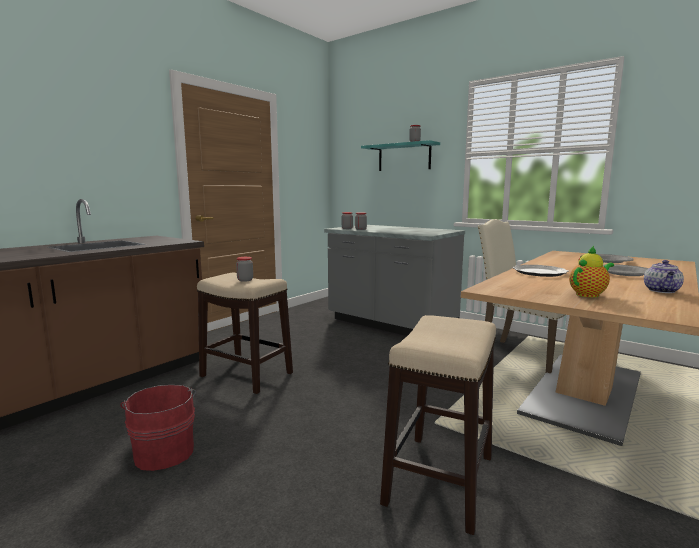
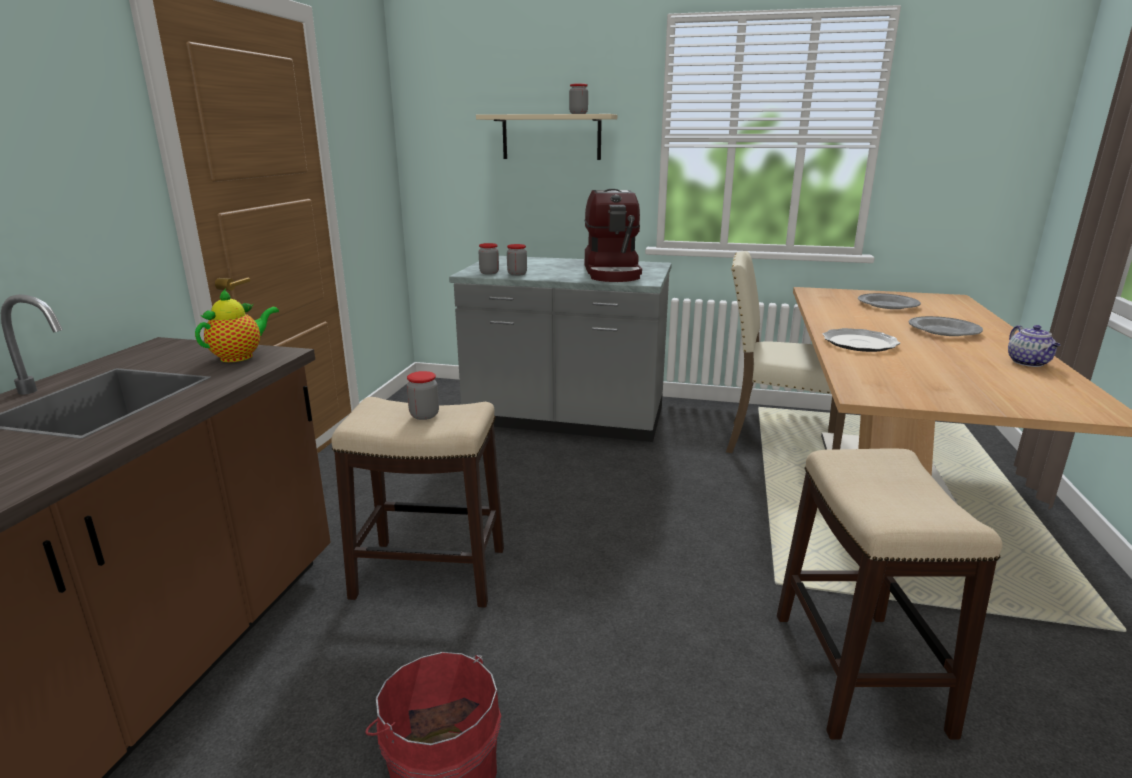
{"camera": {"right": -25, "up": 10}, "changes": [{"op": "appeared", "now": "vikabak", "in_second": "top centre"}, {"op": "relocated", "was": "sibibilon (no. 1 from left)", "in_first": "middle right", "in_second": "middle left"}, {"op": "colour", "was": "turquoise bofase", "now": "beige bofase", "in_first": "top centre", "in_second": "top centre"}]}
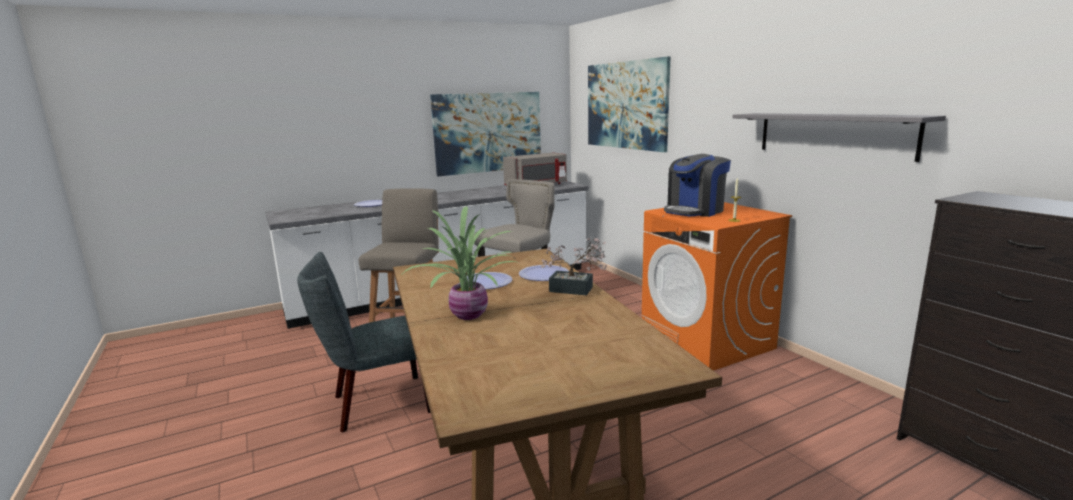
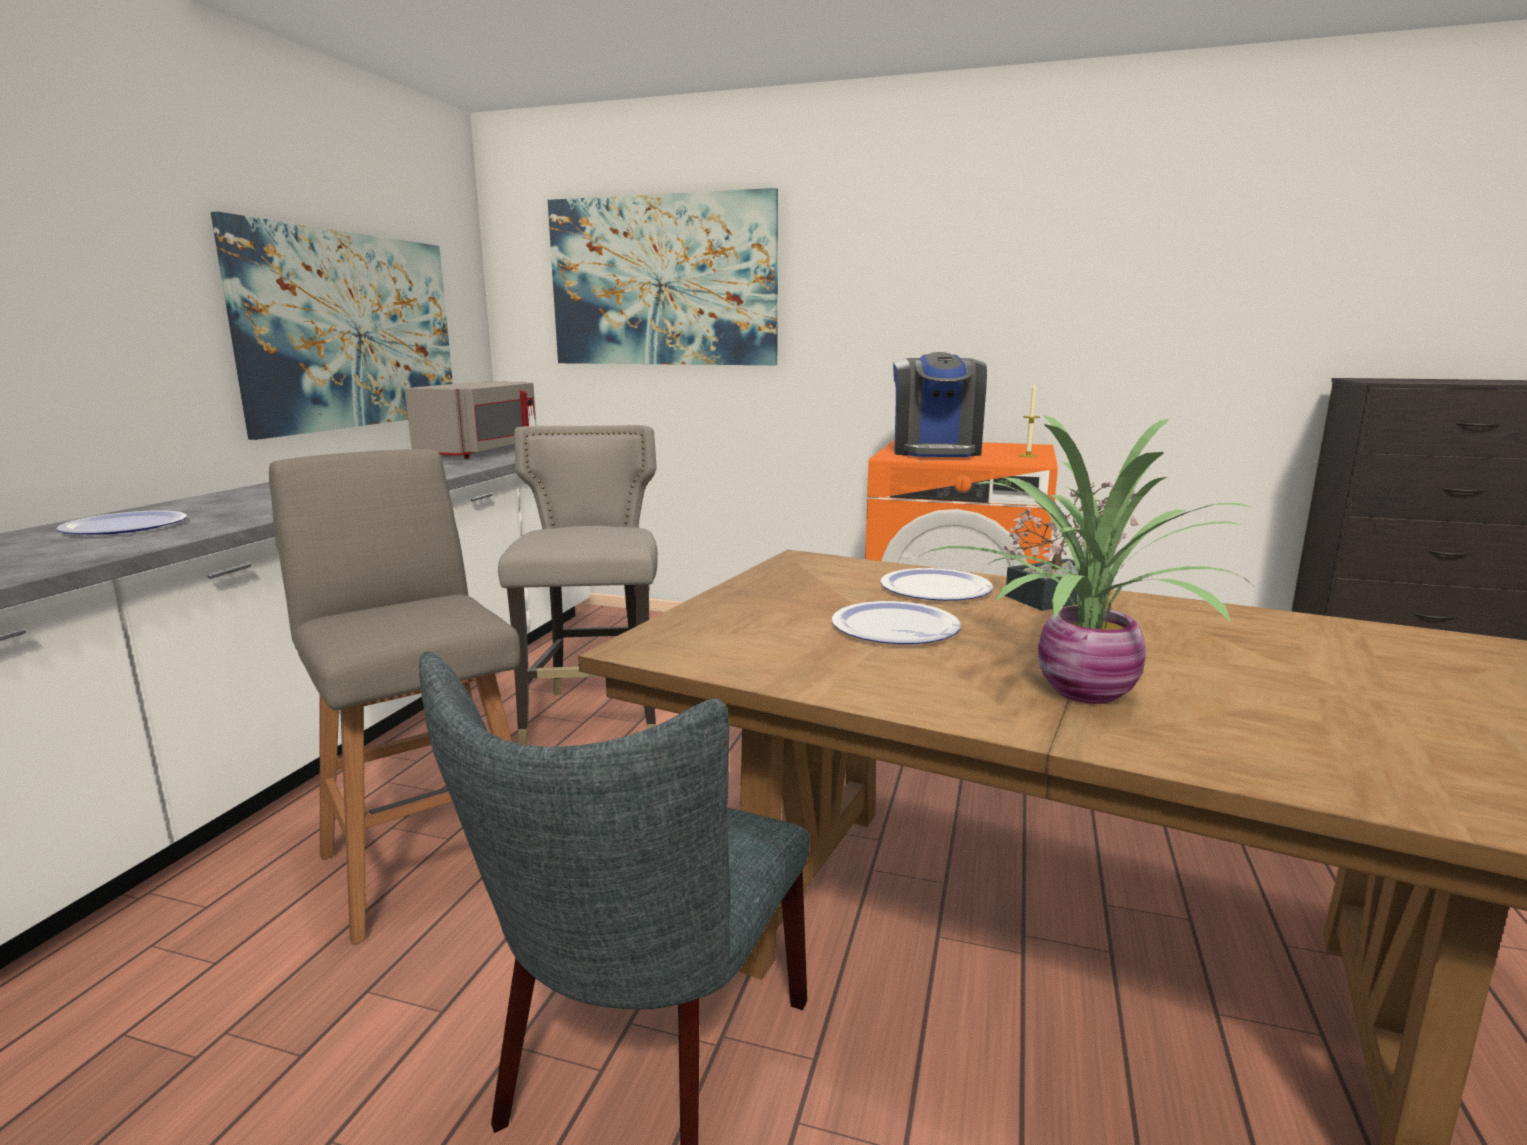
{"camera": {"right": -45, "up": 0}, "changes": [{"op": "missing", "was": "grey bofase", "in_first": "top right"}]}
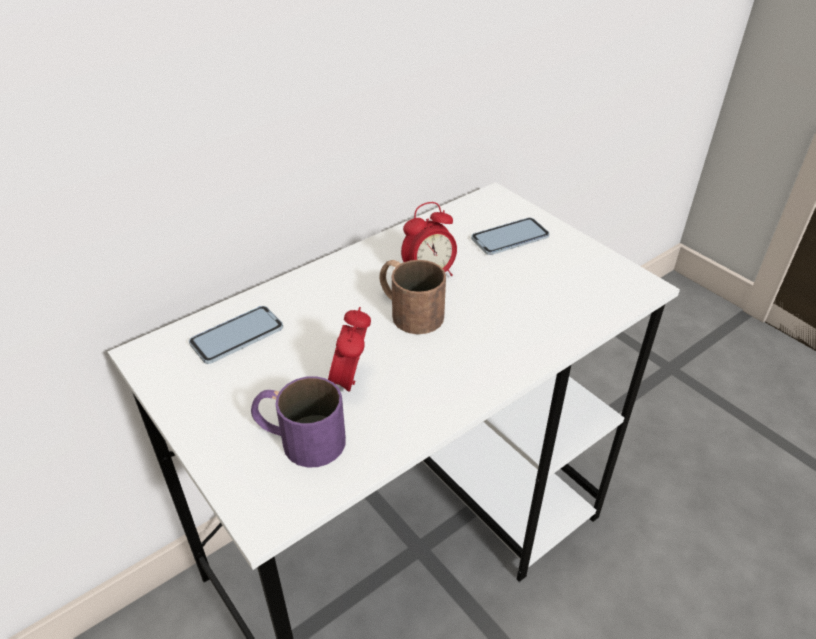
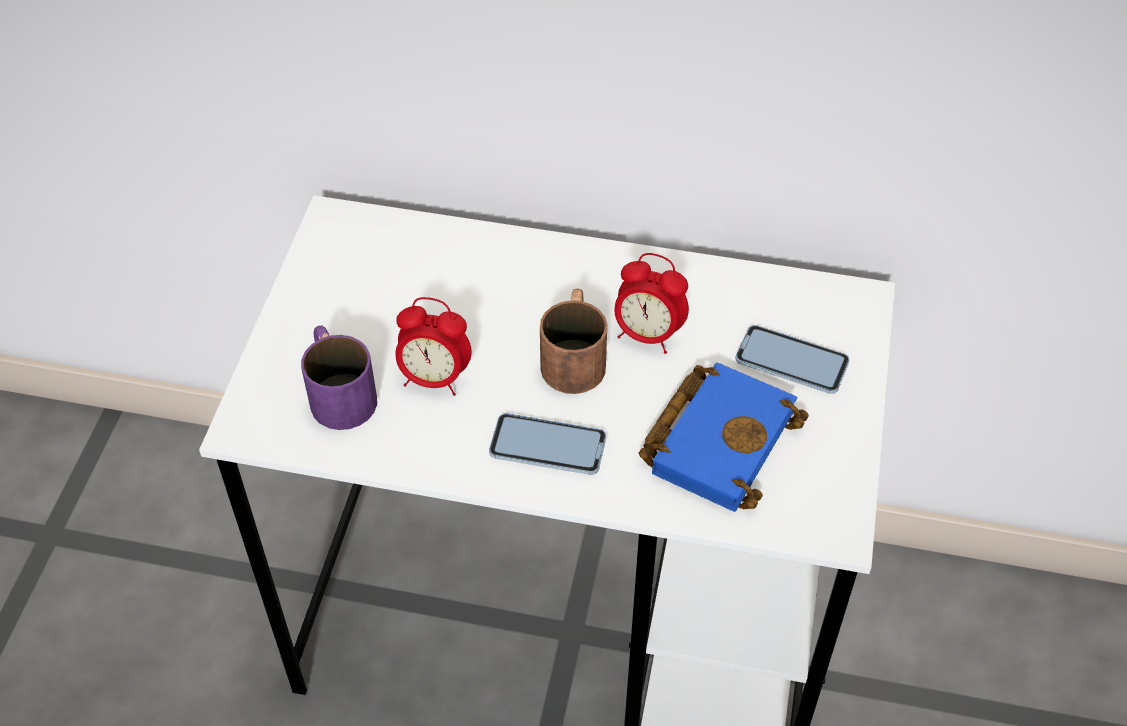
{"camera": {"right": 50, "up": 10}, "changes": [{"op": "appeared", "now": "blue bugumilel", "in_second": "centre"}, {"op": "relocated", "was": "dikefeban (no. 1 from left)", "in_first": "middle left", "in_second": "centre"}, {"op": "spun", "was": "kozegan (no. 1 from left)", "in_first": "centre", "in_second": "centre", "clockwise": -135}]}
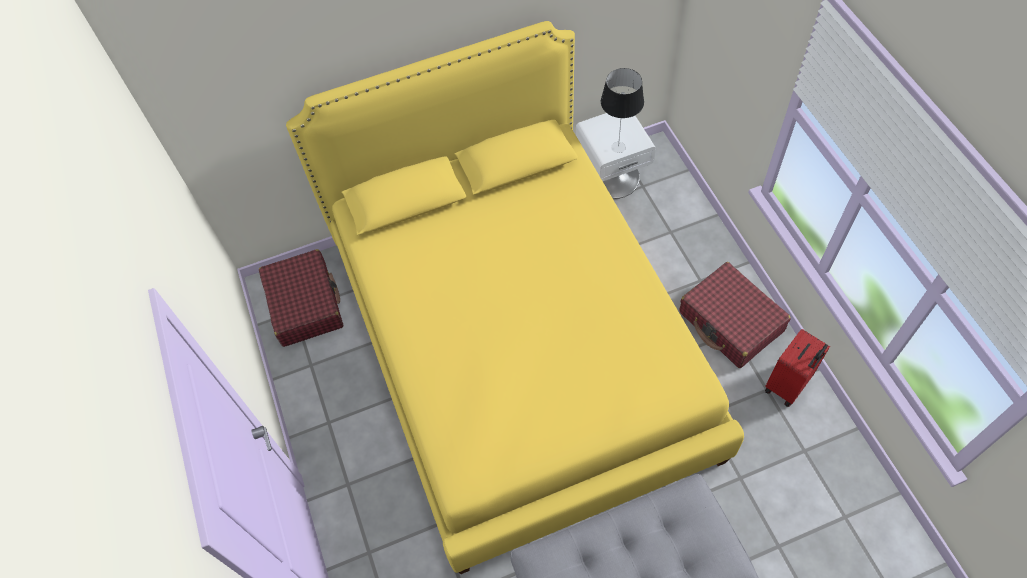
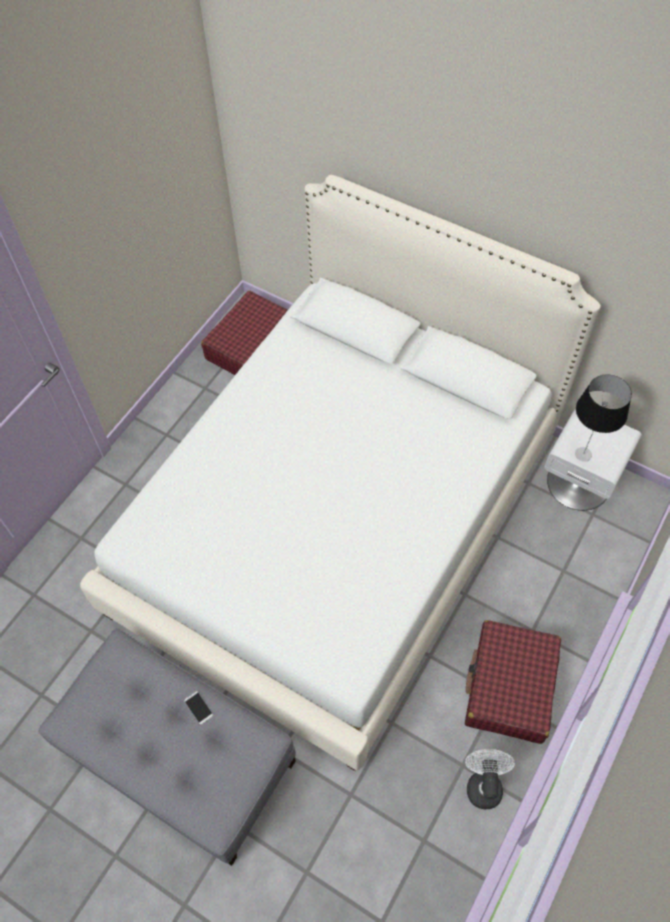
{"camera": {"right": 50, "up": 0}, "changes": [{"op": "appeared", "now": "dikefeban", "in_second": "bottom left"}, {"op": "exchanged", "was": "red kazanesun (no. 3 from left)", "now": "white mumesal", "in_first": "middle right", "in_second": "bottom right"}, {"op": "colour", "was": "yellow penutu", "now": "white penutu", "in_first": "centre", "in_second": "centre"}]}
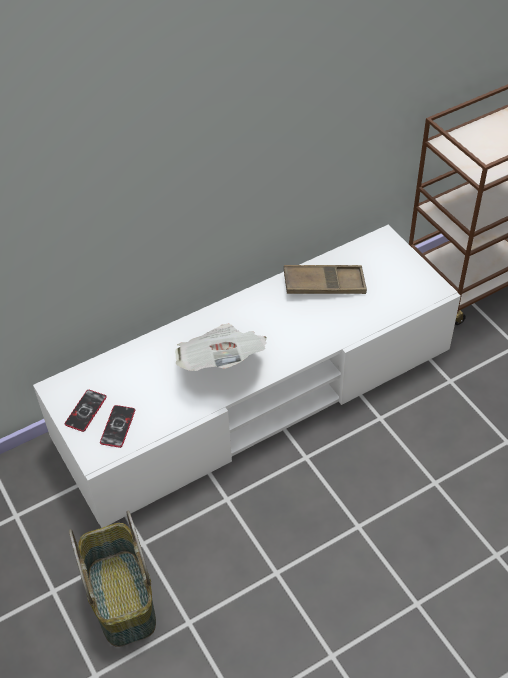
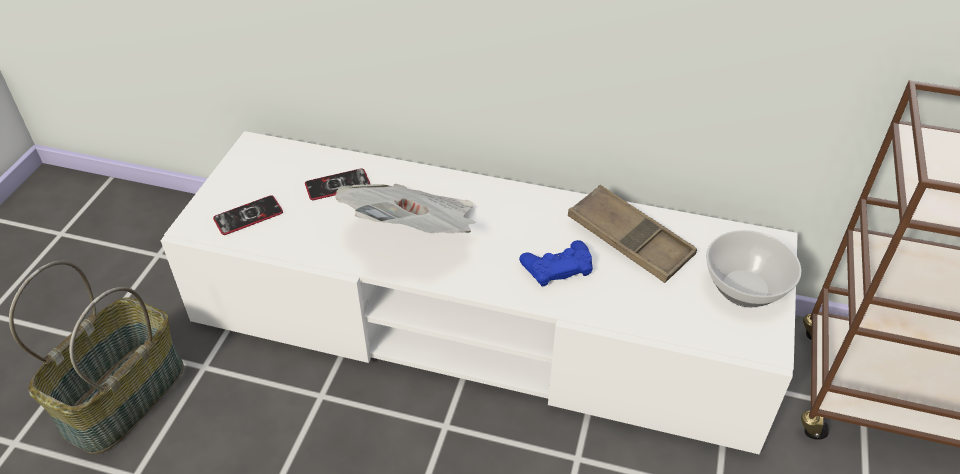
{"camera": {"right": 45, "up": -5}, "changes": [{"op": "appeared", "now": "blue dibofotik", "in_second": "centre"}, {"op": "appeared", "now": "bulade", "in_second": "middle right"}, {"op": "relocated", "was": "dikefeban (no. 1 from left in the first image)", "now": "dikefeban (no. 2 from left)", "in_first": "middle left", "in_second": "centre"}]}
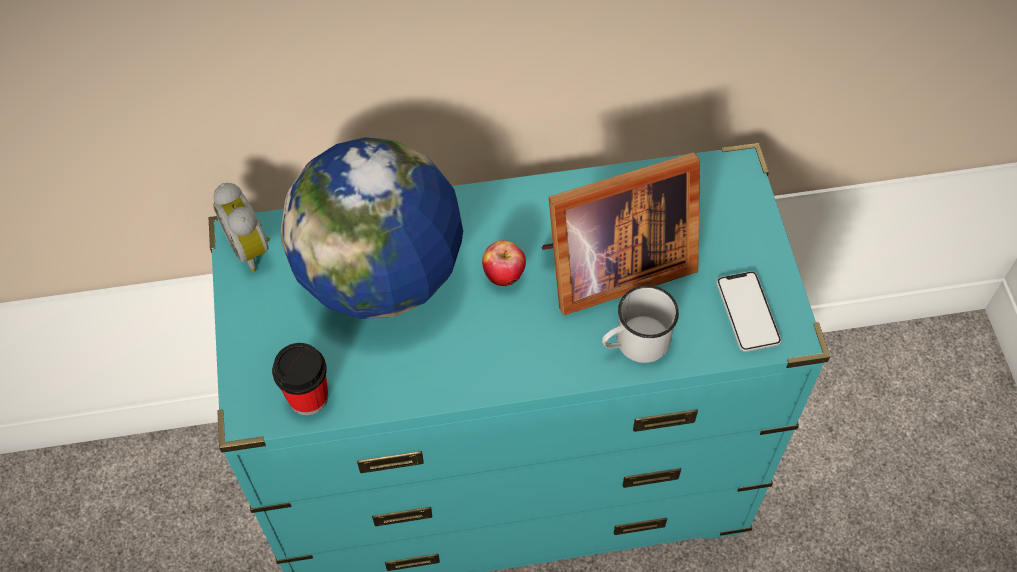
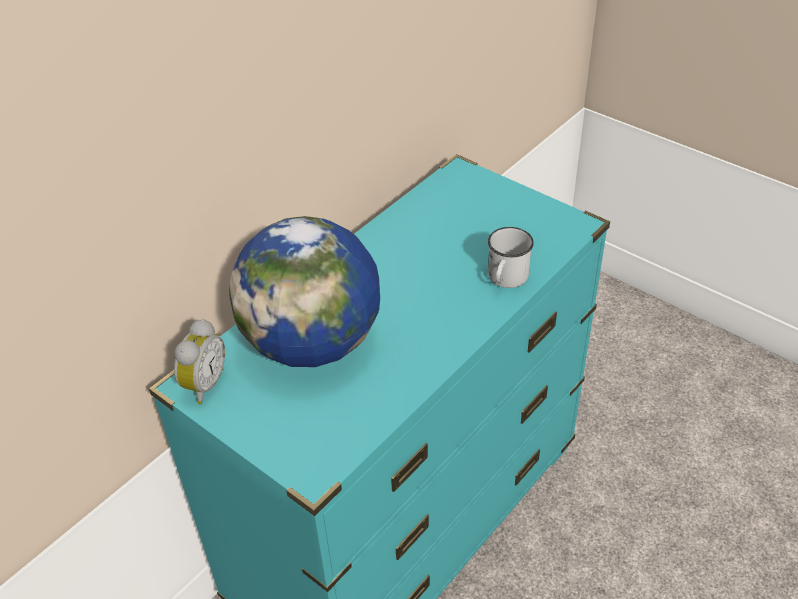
{"camera": {"right": -40, "up": -15}, "changes": [{"op": "missing", "was": "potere", "in_first": "middle left"}, {"op": "missing", "was": "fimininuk", "in_first": "centre"}, {"op": "missing", "was": "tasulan", "in_first": "centre"}, {"op": "missing", "was": "dikefeban", "in_first": "middle right"}, {"op": "spun", "was": "kozegan", "in_first": "middle left", "in_second": "middle left", "clockwise": -90}]}
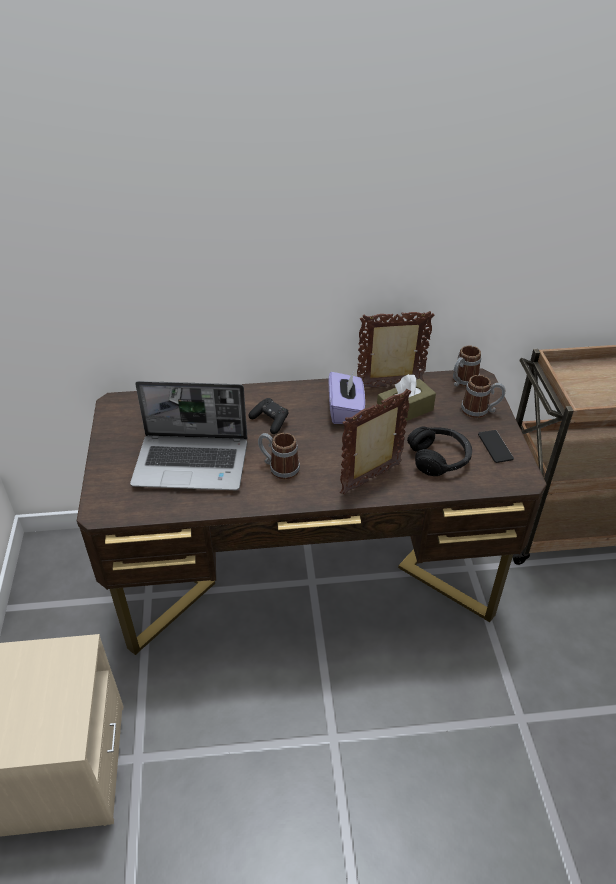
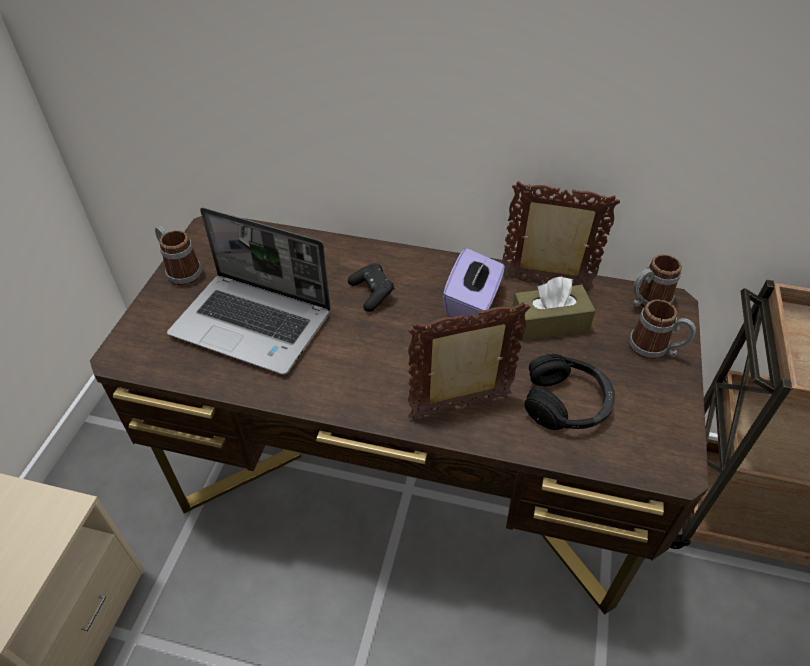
{"camera": {"right": 20, "up": 5}, "changes": [{"op": "missing", "was": "dikefeban", "in_first": "middle right"}, {"op": "relocated", "was": "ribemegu (no. 1 from left)", "in_first": "centre", "in_second": "middle left"}]}
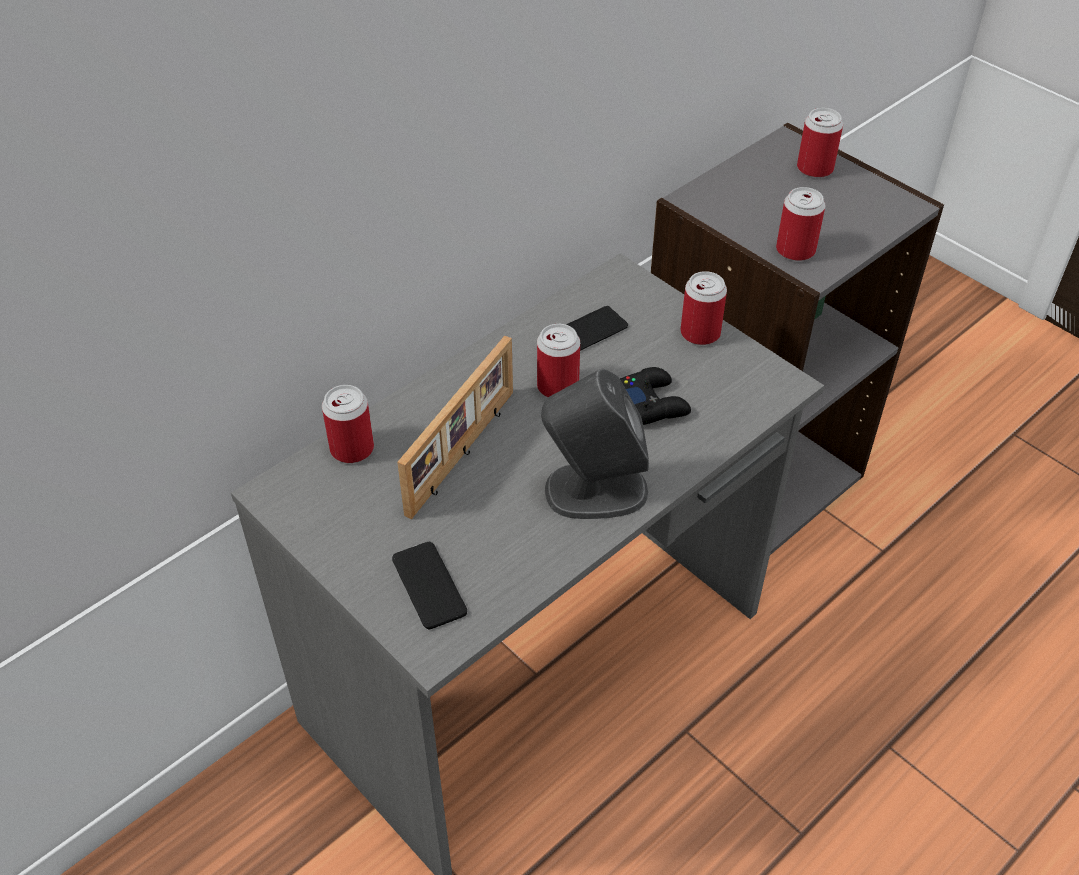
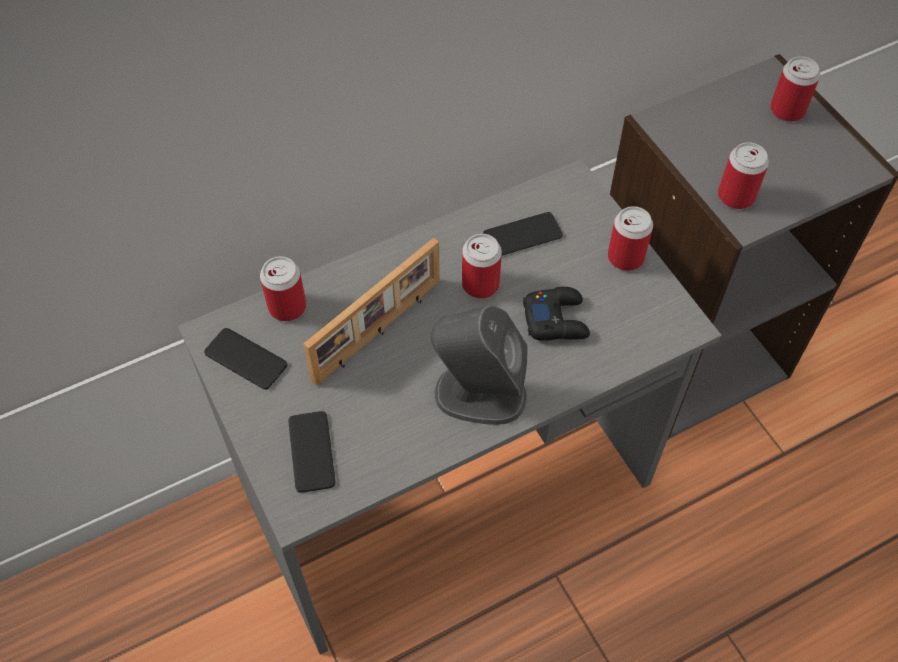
{"camera": {"right": 15, "up": 10}, "changes": [{"op": "appeared", "now": "dikefeban (no. 1 from left)", "in_second": "middle left"}]}
